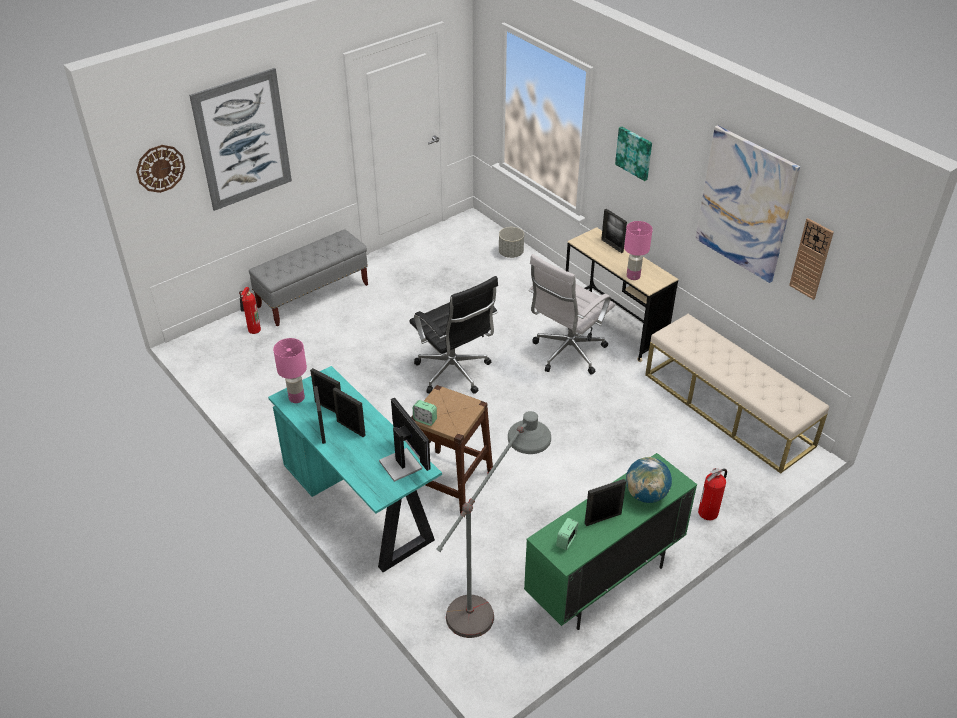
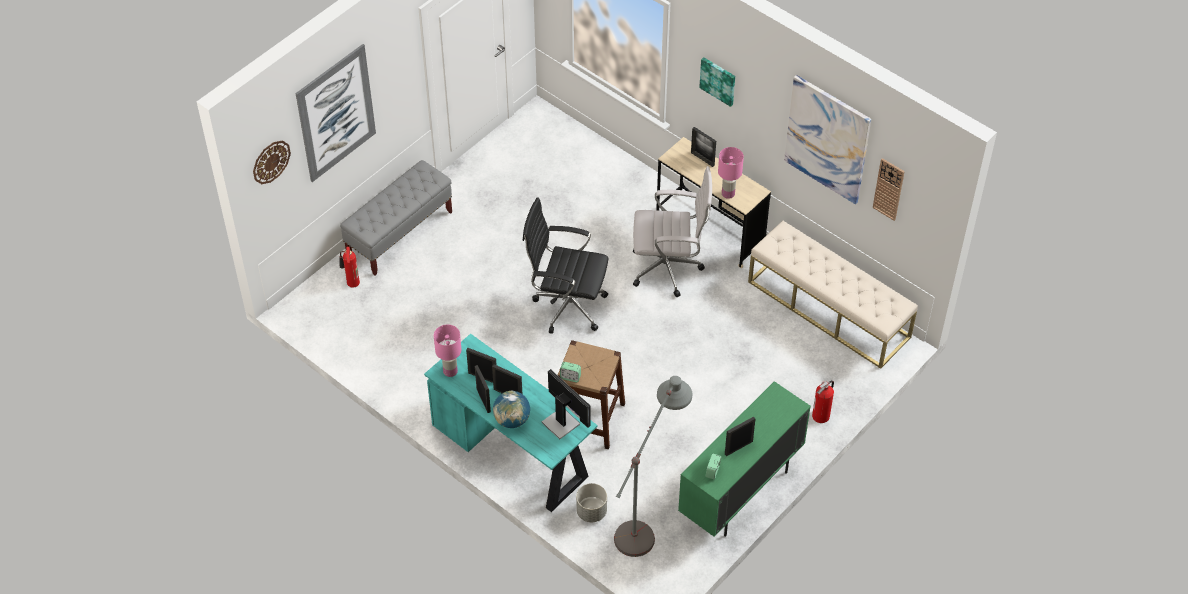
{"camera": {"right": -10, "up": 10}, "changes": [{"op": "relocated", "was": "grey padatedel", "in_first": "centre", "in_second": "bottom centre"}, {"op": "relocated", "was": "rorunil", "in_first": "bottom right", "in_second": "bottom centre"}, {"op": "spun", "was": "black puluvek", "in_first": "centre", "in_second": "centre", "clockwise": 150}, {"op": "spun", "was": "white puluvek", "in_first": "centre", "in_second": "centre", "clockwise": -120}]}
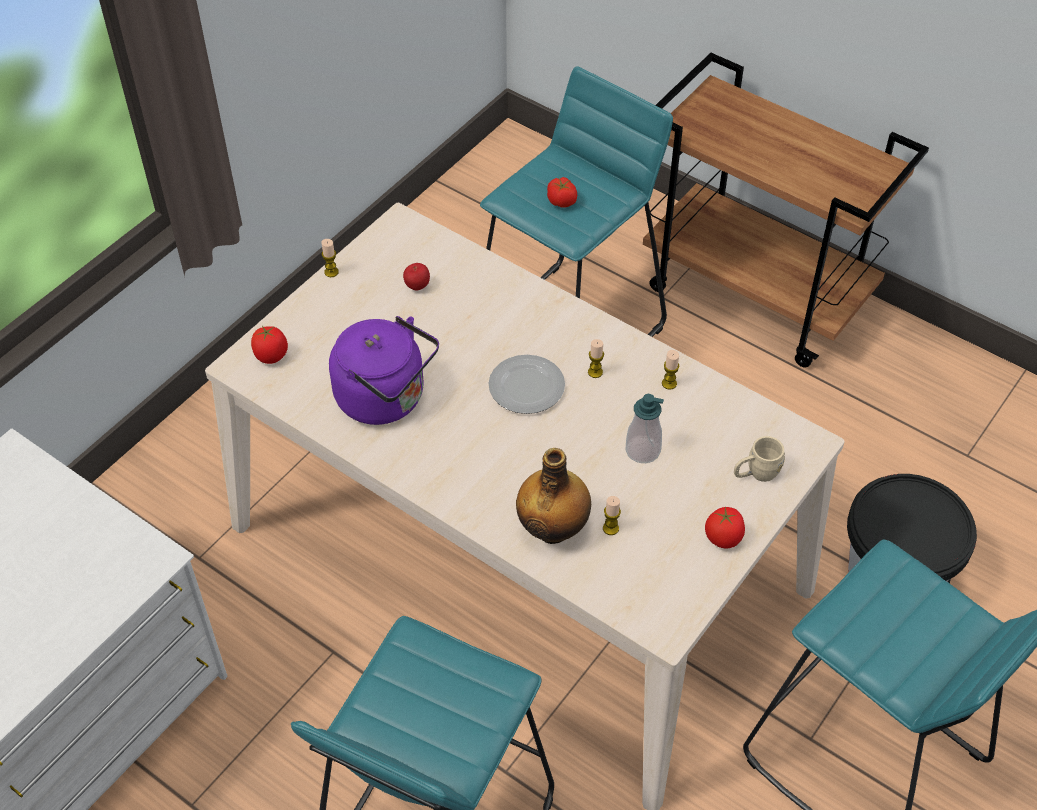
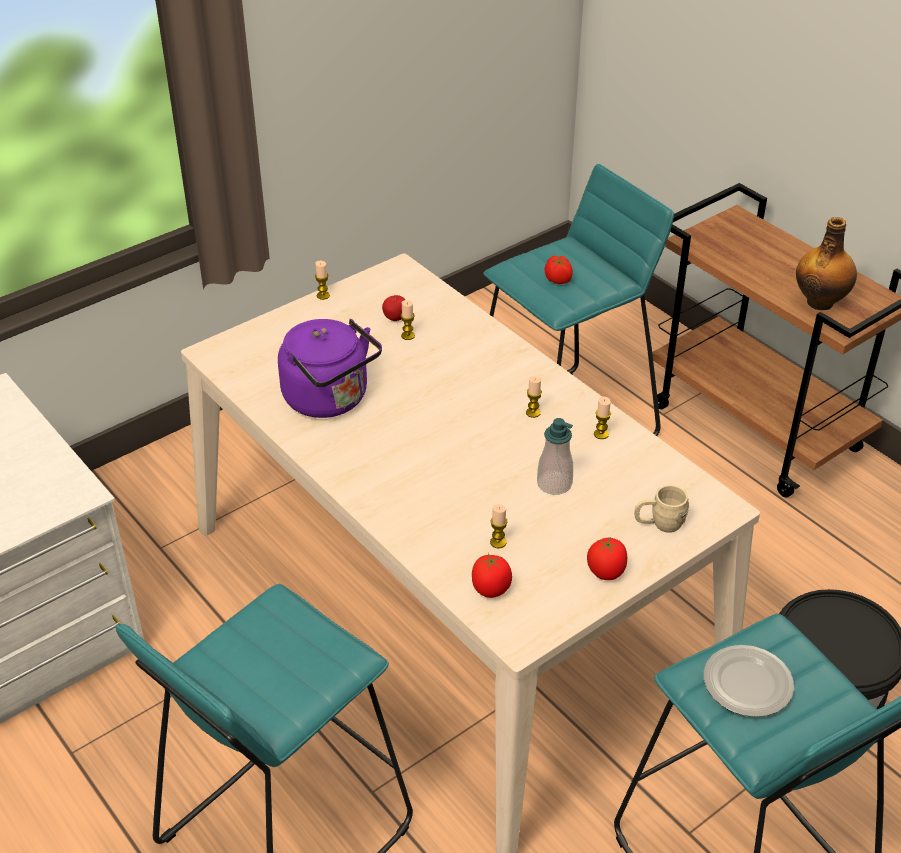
{"camera": {"right": 15, "up": -10}, "changes": [{"op": "appeared", "now": "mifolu (no. 2 from left)", "in_second": "centre"}, {"op": "relocated", "was": "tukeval (no. 1 from left)", "in_first": "middle left", "in_second": "bottom centre"}, {"op": "relocated", "was": "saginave", "in_first": "centre", "in_second": "bottom right"}, {"op": "relocated", "was": "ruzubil", "in_first": "centre", "in_second": "top right"}]}
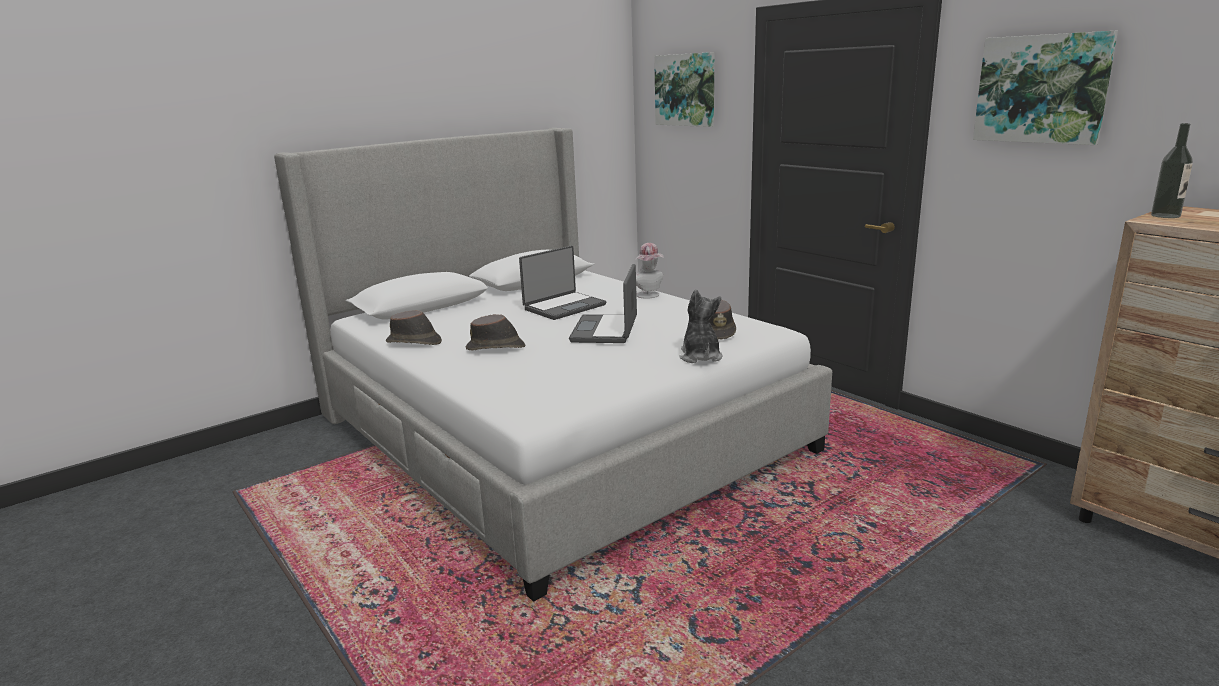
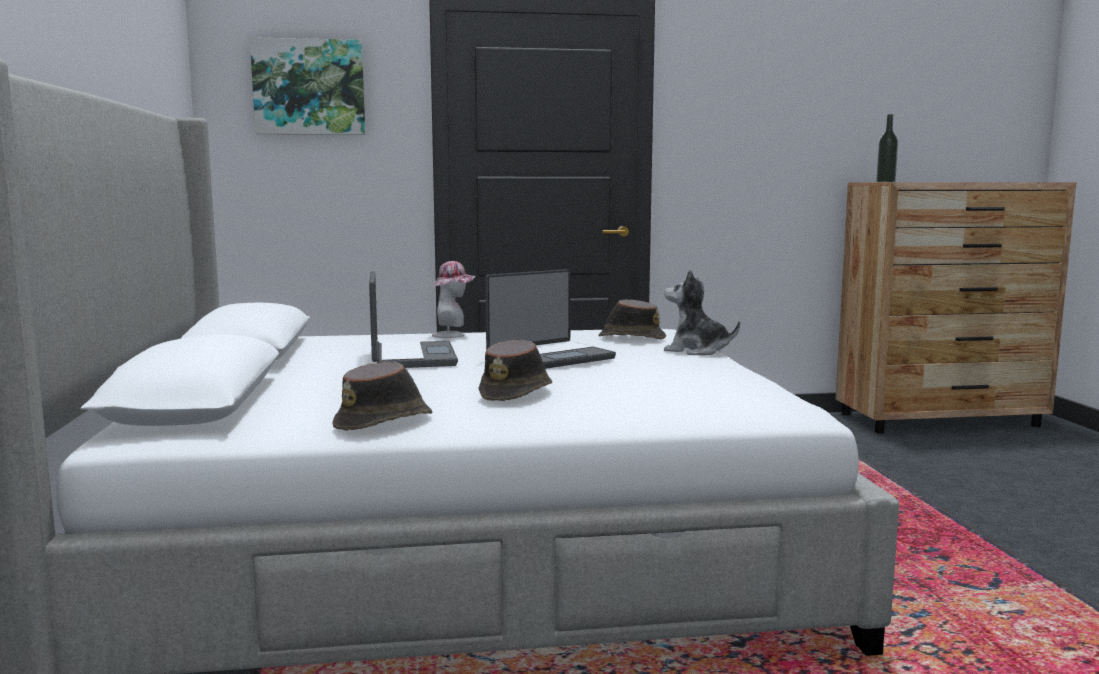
{"camera": {"right": -60, "up": -10}, "changes": [{"op": "missing", "was": "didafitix (no. 2 from left)", "in_first": "top right"}, {"op": "spun", "was": "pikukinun (no. 2 from left)", "in_first": "centre", "in_second": "centre", "clockwise": -75}]}
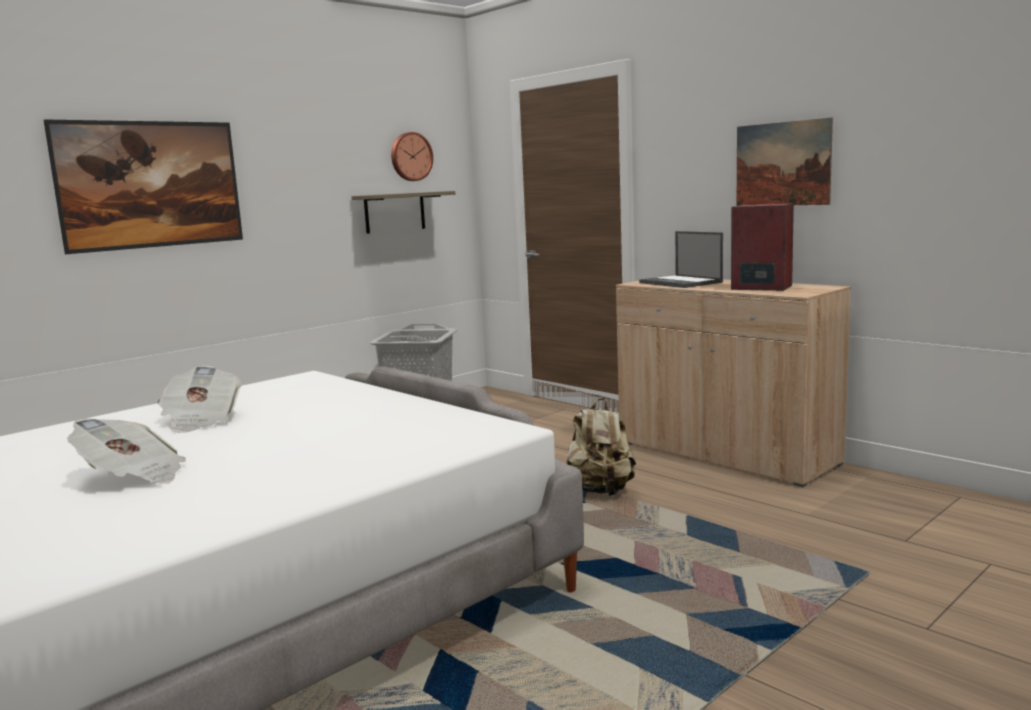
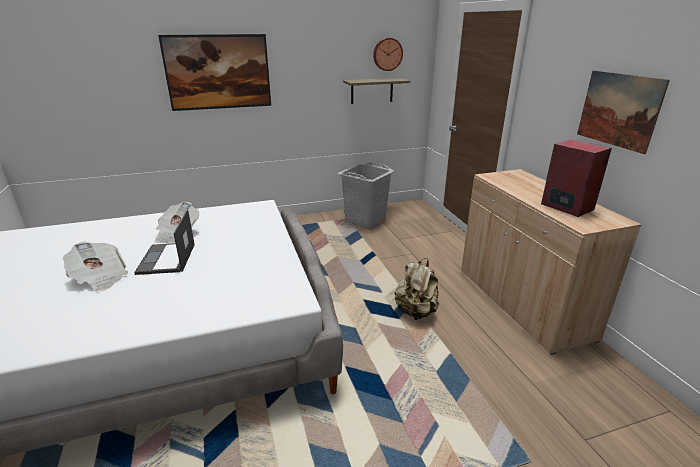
{"camera": {"right": 25, "up": 15}, "changes": [{"op": "relocated", "was": "pikukinun", "in_first": "centre", "in_second": "middle left"}]}
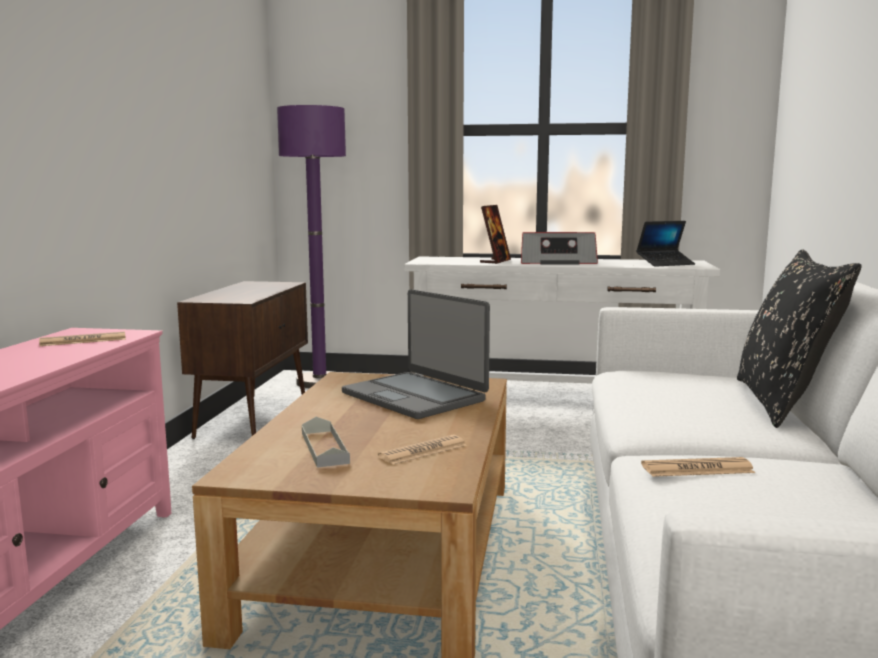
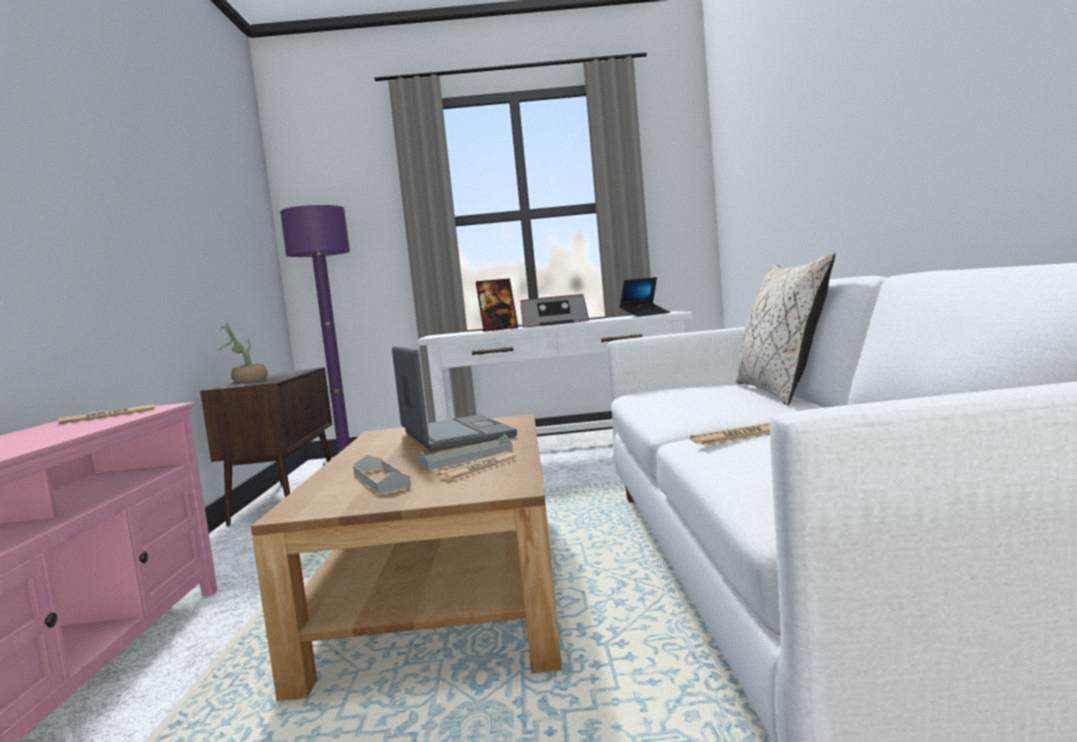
{"camera": {"right": -10, "up": -5}, "changes": [{"op": "appeared", "now": "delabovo", "in_second": "middle left"}, {"op": "appeared", "now": "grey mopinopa (no. 2 from left)", "in_second": "centre"}, {"op": "colour", "was": "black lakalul", "now": "beige lakalul", "in_first": "middle right", "in_second": "middle right"}, {"op": "spun", "was": "pikukinun (no. 1 from left)", "in_first": "centre", "in_second": "centre", "clockwise": -150}, {"op": "spun", "was": "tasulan", "in_first": "centre", "in_second": "centre", "clockwise": 60}]}
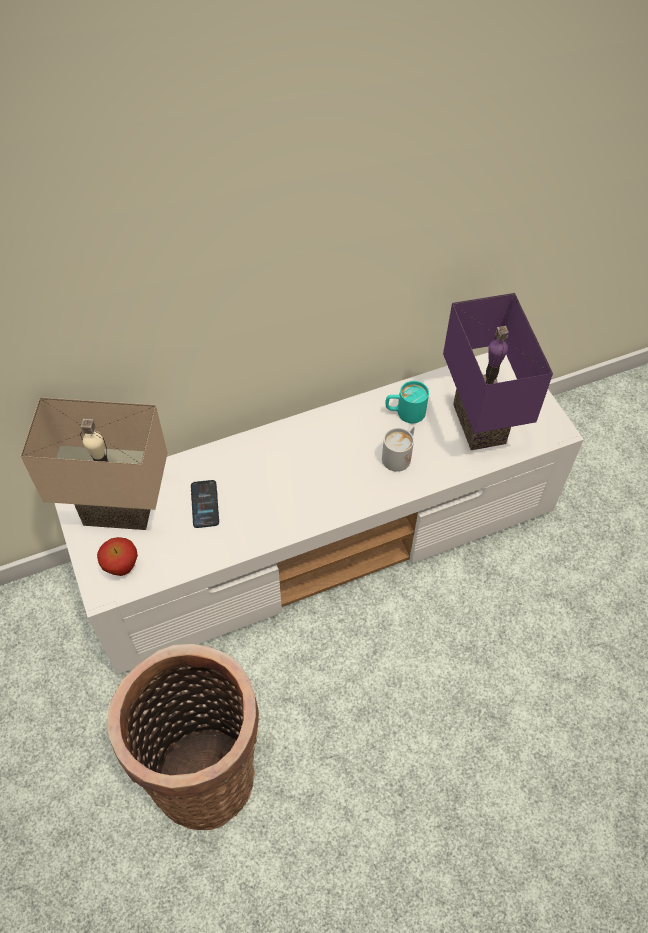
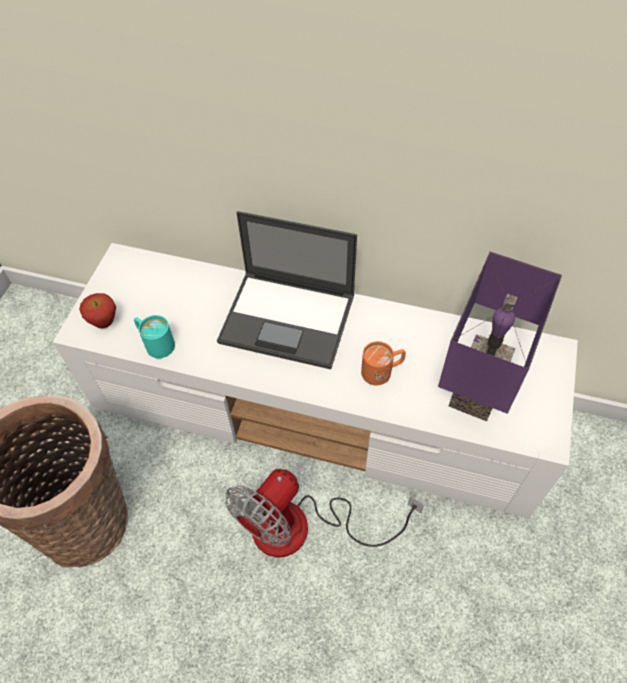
{"camera": {"right": 40, "up": 0}, "changes": [{"op": "missing", "was": "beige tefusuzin", "in_first": "middle left"}, {"op": "missing", "was": "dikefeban", "in_first": "middle left"}, {"op": "appeared", "now": "pikukinun", "in_second": "centre"}, {"op": "appeared", "now": "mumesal", "in_second": "bottom centre"}, {"op": "relocated", "was": "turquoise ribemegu", "in_first": "centre", "in_second": "middle left"}, {"op": "colour", "was": "white ribemegu", "now": "orange ribemegu", "in_first": "centre", "in_second": "centre"}]}
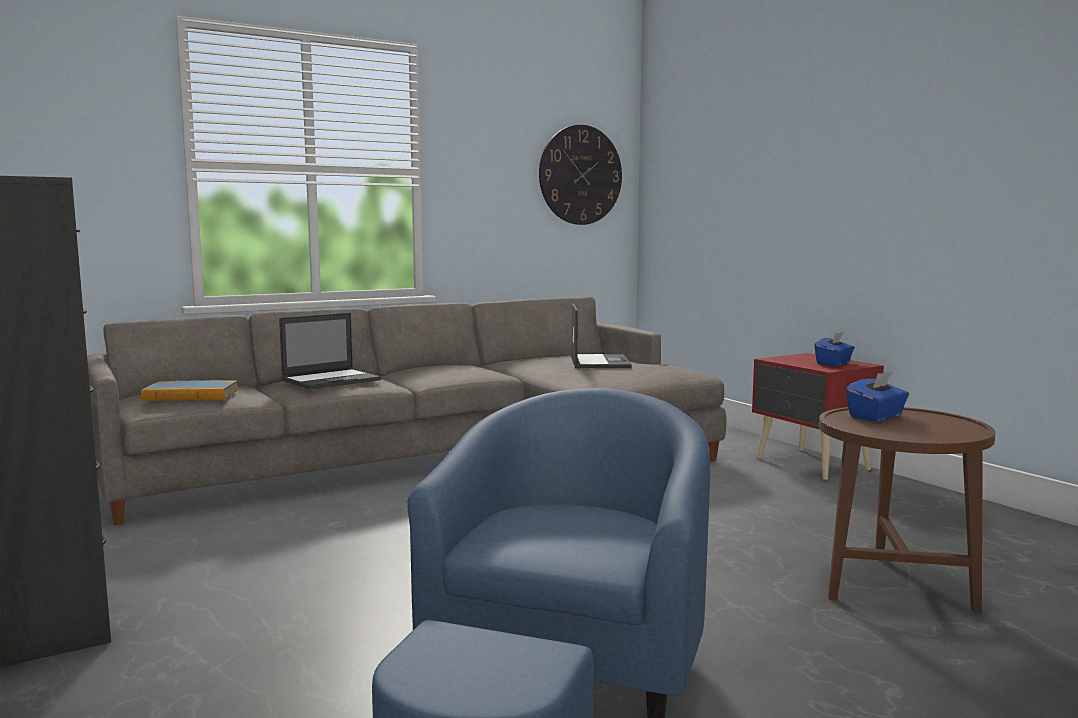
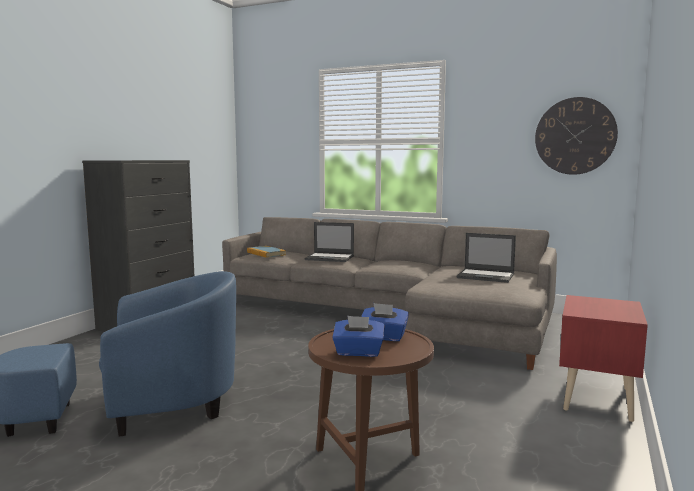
{"camera": {"right": 55, "up": 0}, "changes": [{"op": "relocated", "was": "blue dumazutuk (no. 1 from left)", "in_first": "middle right", "in_second": "bottom centre"}, {"op": "spun", "was": "pikukinun (no. 2 from left)", "in_first": "centre", "in_second": "middle right", "clockwise": 60}]}
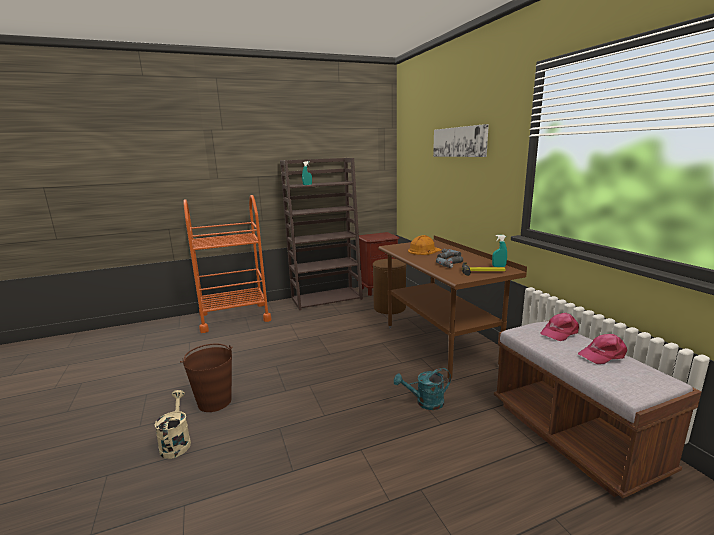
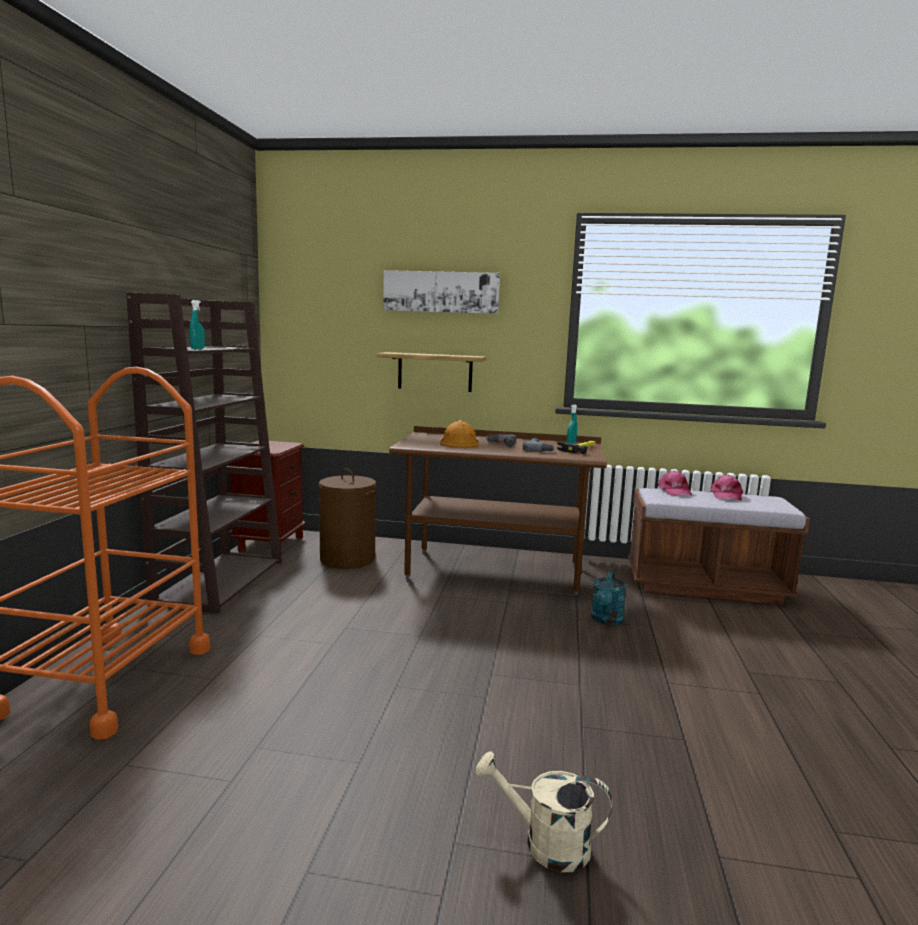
{"camera": {"right": -60, "up": -5}, "changes": [{"op": "missing", "was": "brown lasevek", "in_first": "bottom left"}, {"op": "appeared", "now": "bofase", "in_second": "centre"}]}
